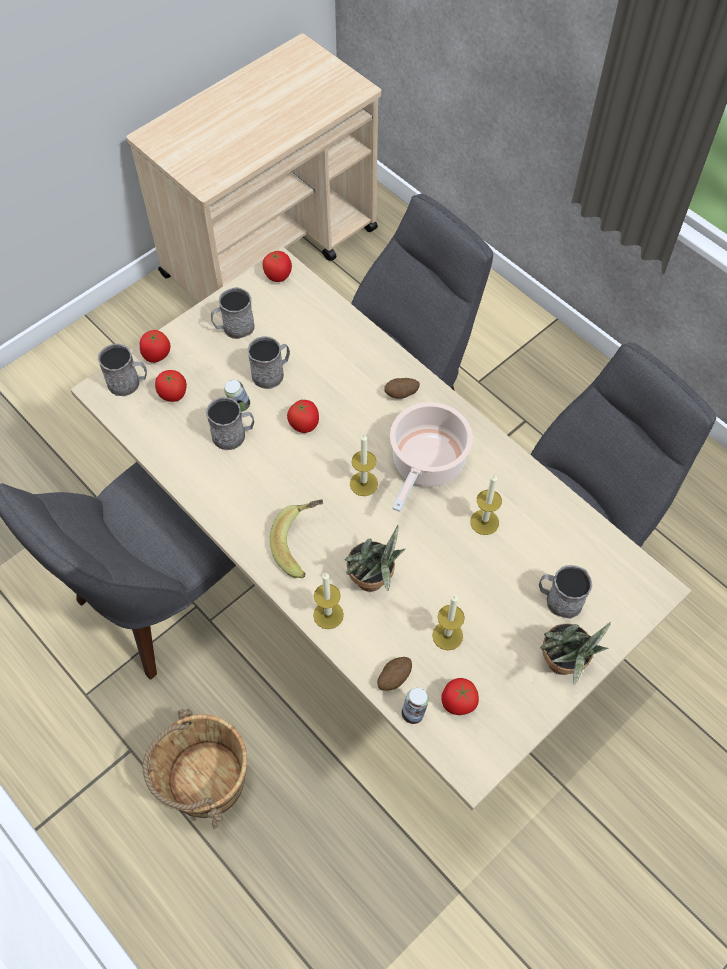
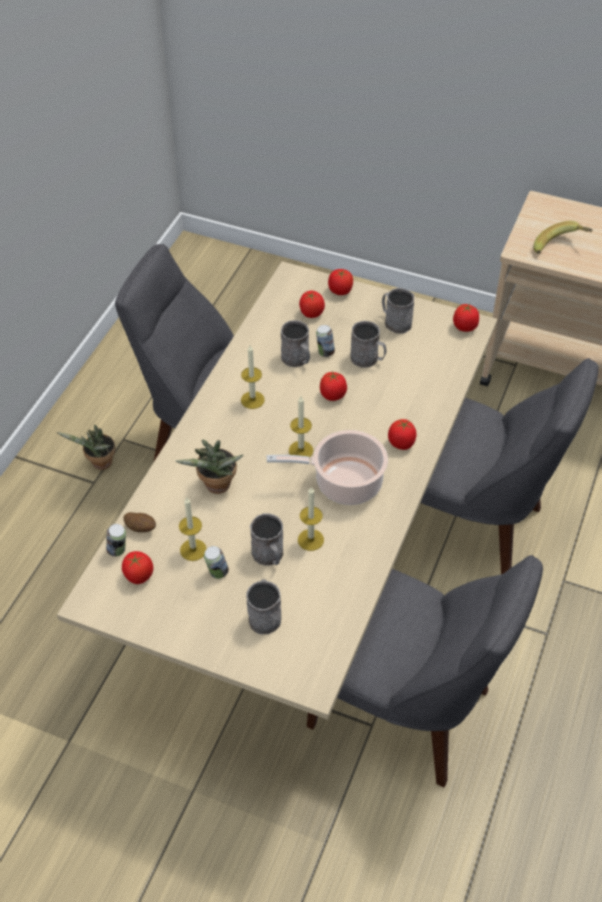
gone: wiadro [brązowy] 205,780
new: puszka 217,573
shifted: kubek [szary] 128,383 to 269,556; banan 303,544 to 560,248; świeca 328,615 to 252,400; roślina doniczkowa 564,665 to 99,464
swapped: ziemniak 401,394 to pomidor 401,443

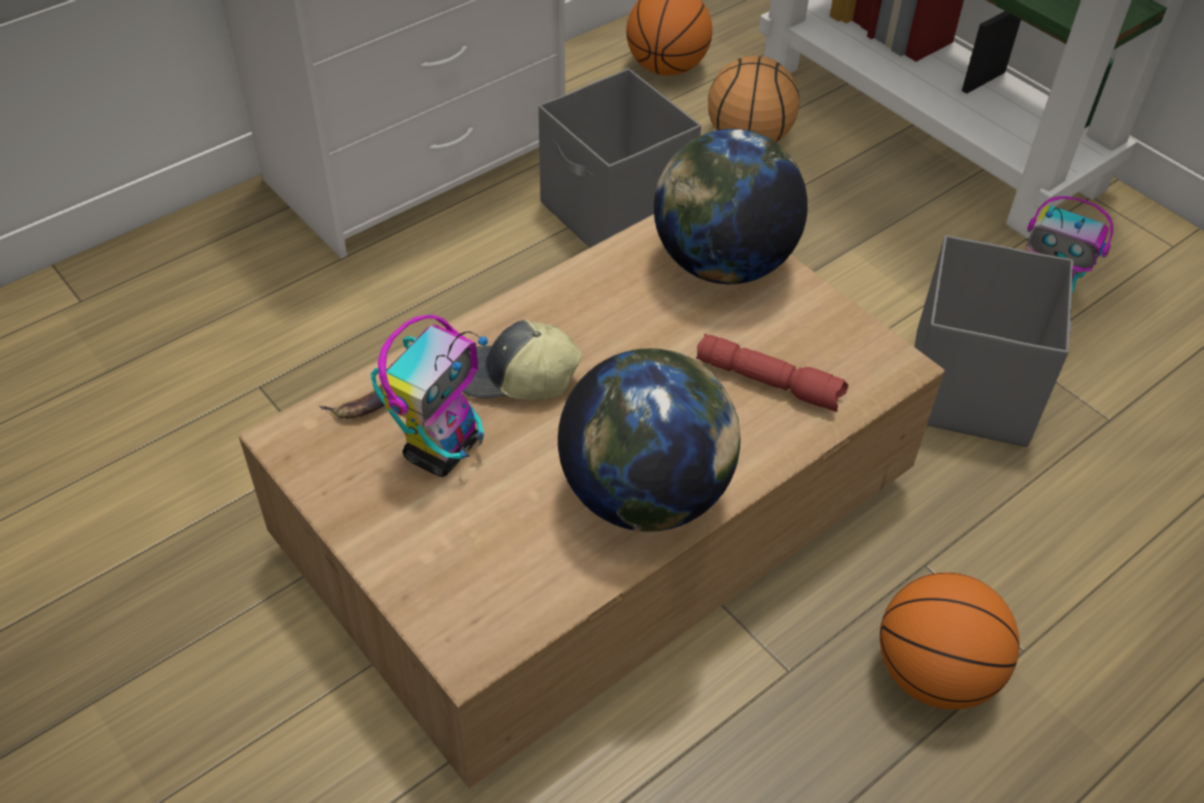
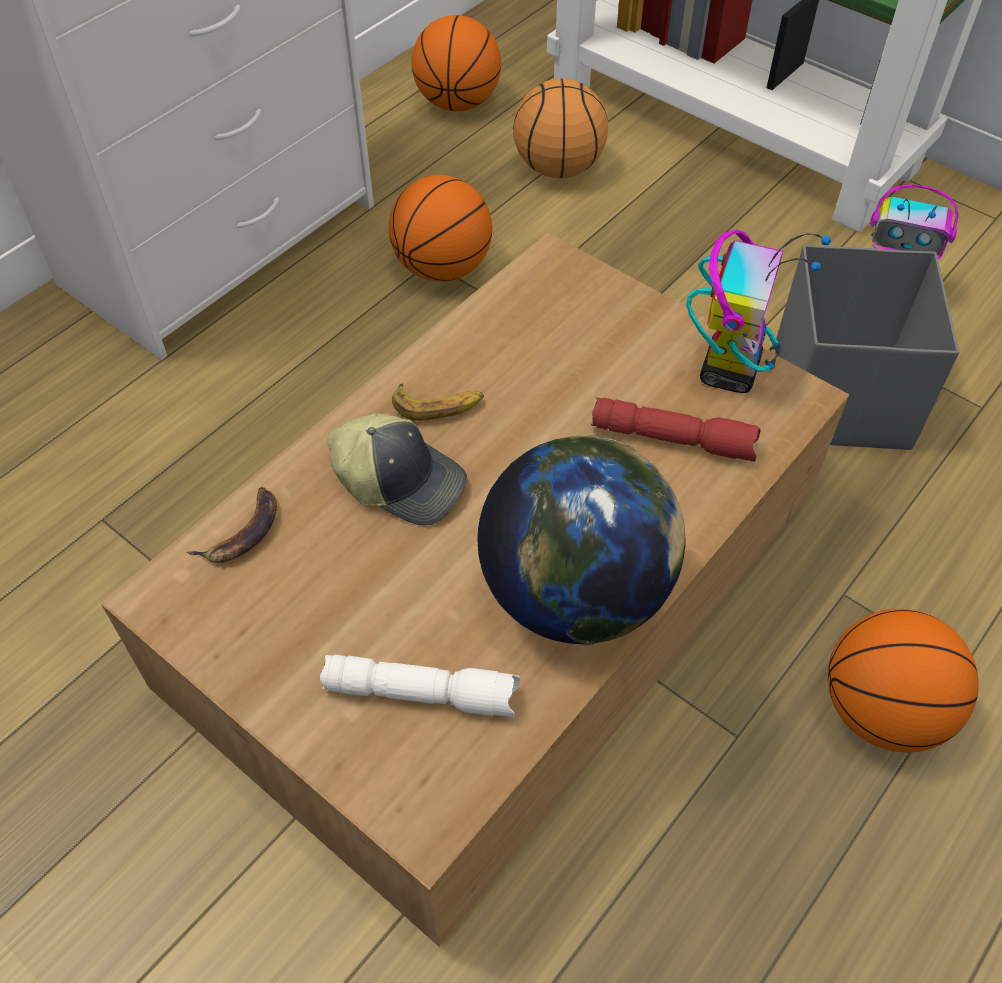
gone: globus 722,265
new: banan 438,406; latarka [biały] 423,692
shifted: robot zabawkowy 442,449 to 729,368
swapped: pojemnik do przechowywania [szary] 616,215 to piłka do koszykówki 442,268
rotated: czapka z daszkiem 515,378 = 400,480 150 degrees counterclockwise

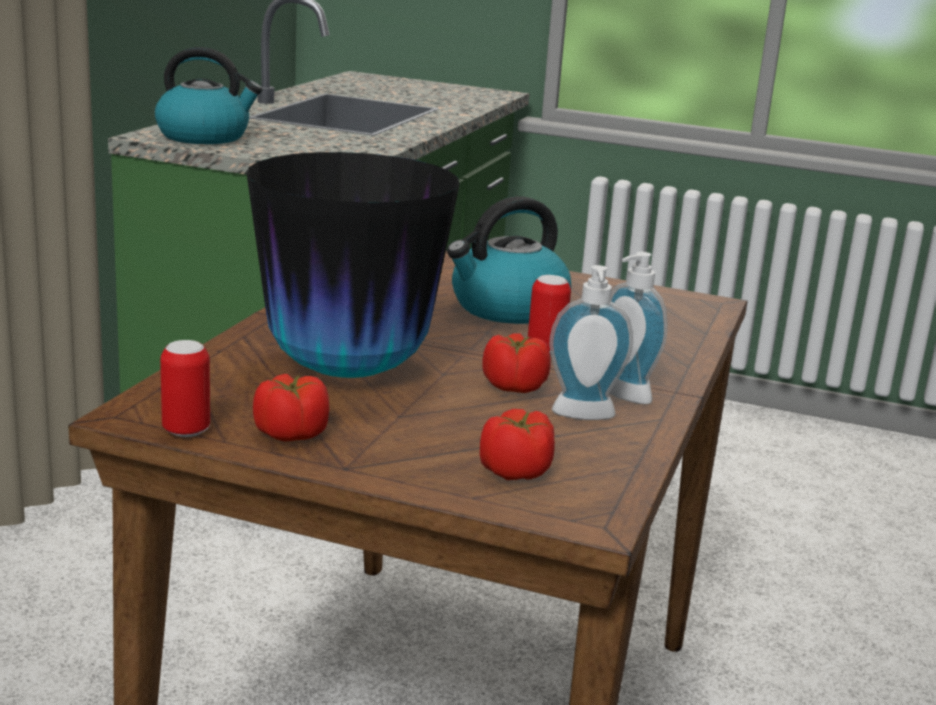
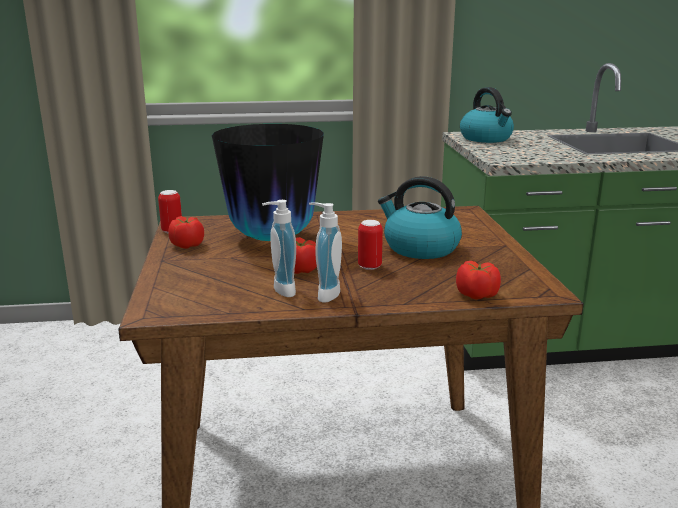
shifted: pomidor 516,472 to 477,295

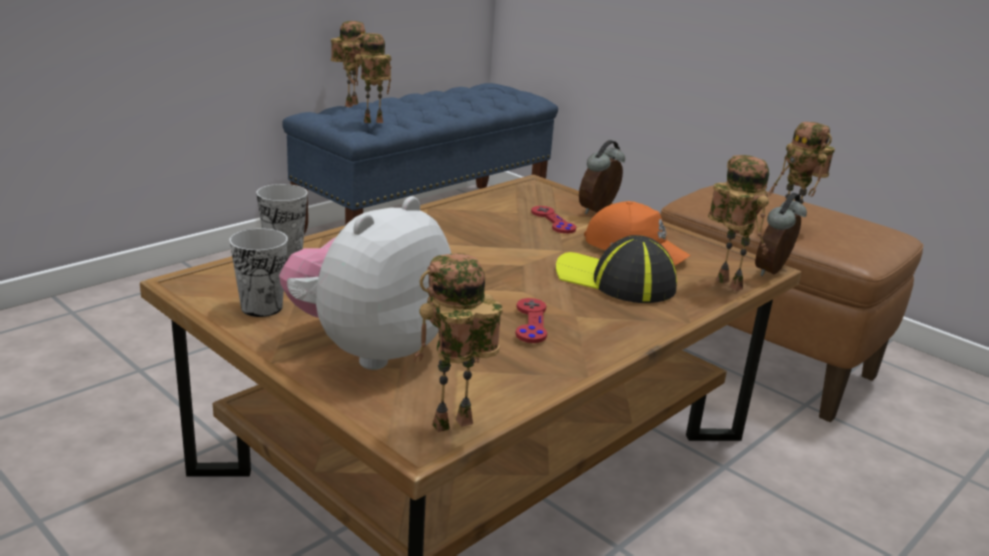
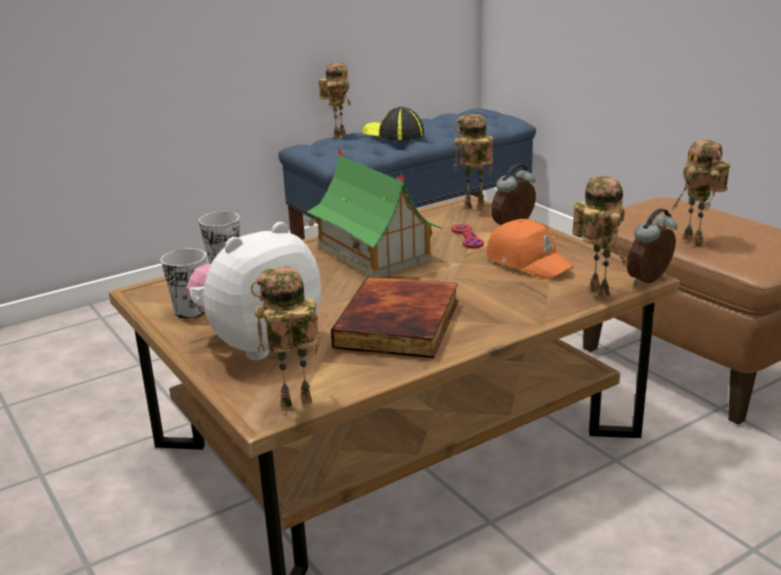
new: domek 373,252
shifted: robot zabawkowy 372,122 to 473,207; czapka z daszkiem 615,281 to 393,134
swapped: pad do gier [czerwony] 531,322 to książka 400,324

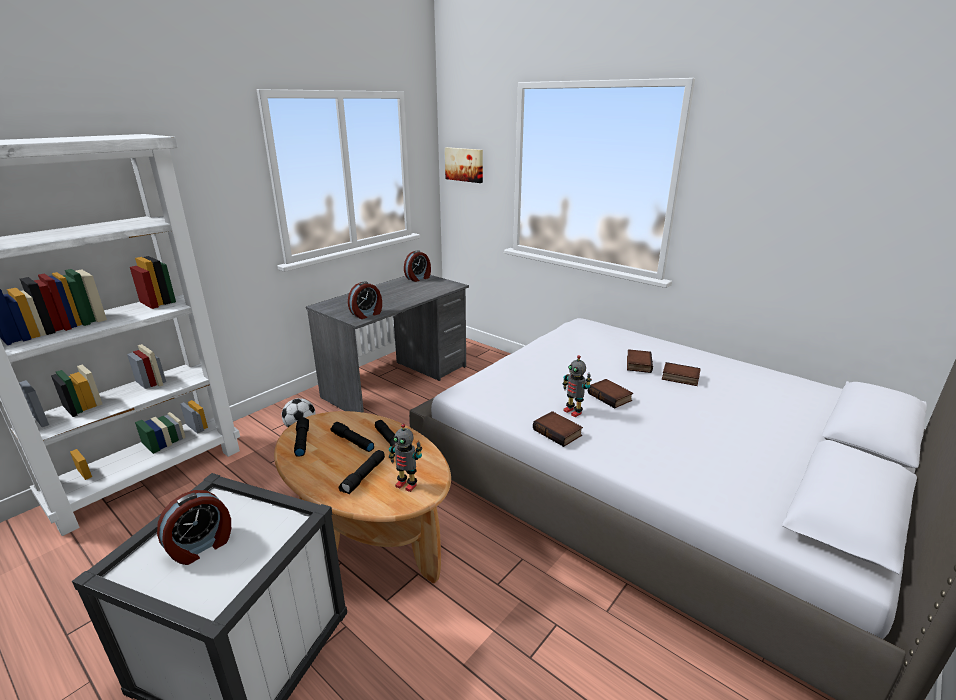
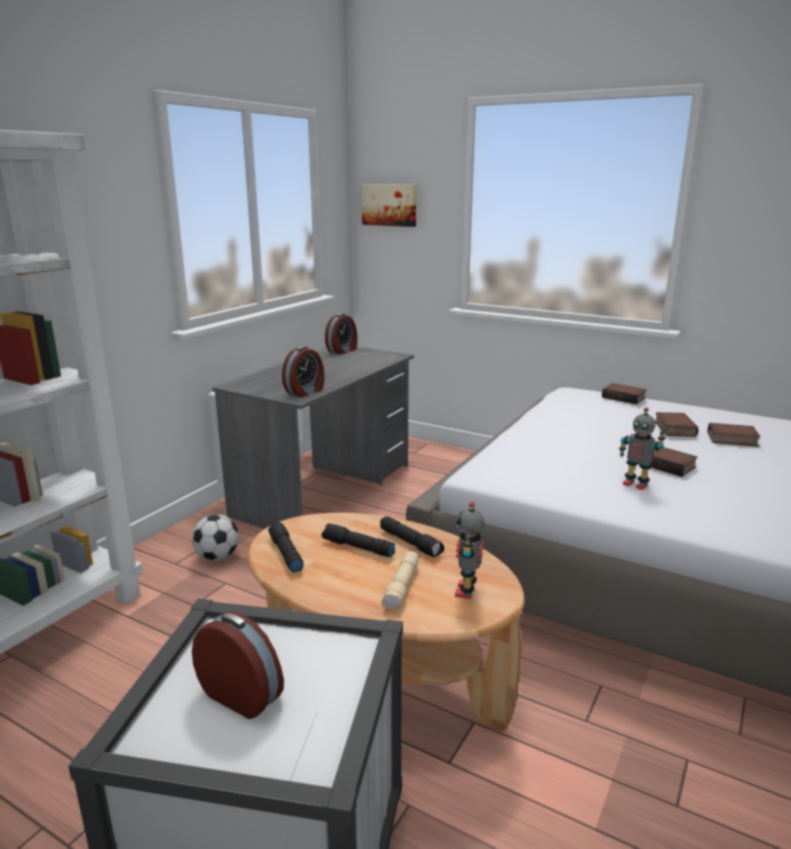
shifted: książka 558,432 to 624,397
repainted: latarka [czarny] 364,477 to latarka [beżowy] 402,588
rotated: robot zabawkowy 407,484 = 467,591 90 degrees clockwise; budzik 201,546 = 242,694 90 degrees counterclockwise

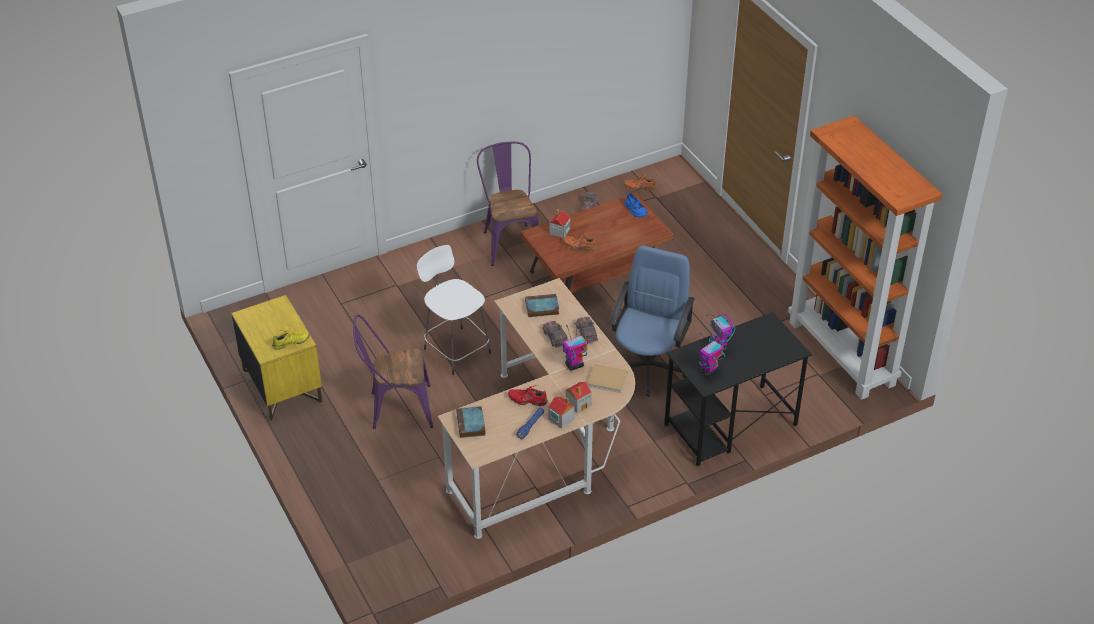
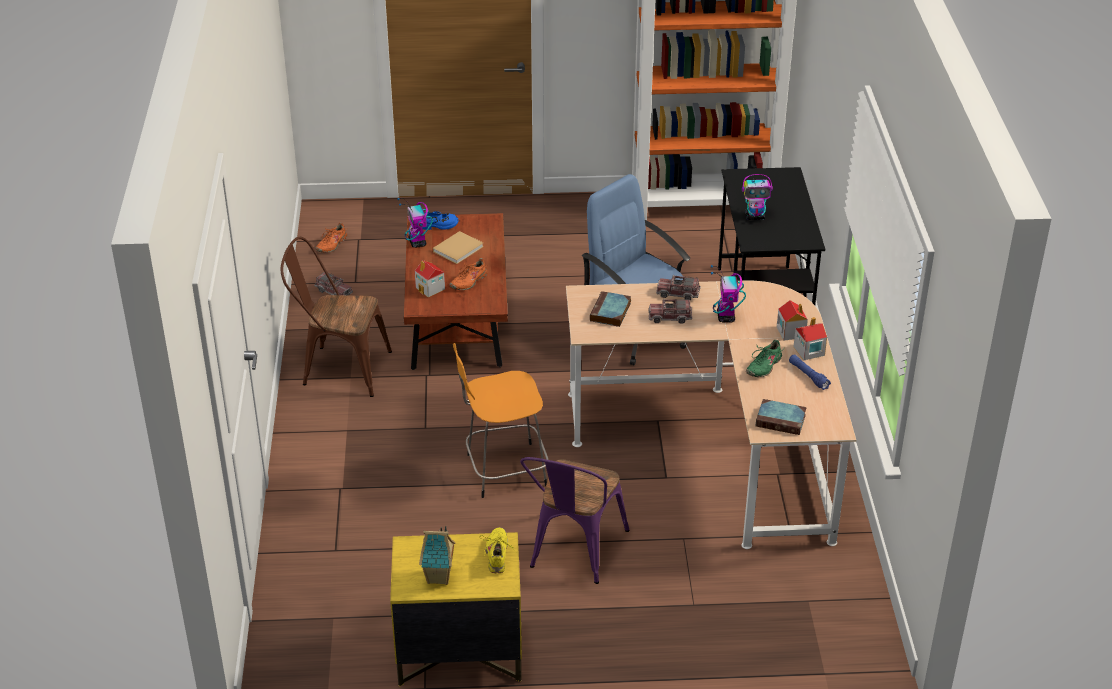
new: domek 439,577
shifted: robot zabawkowy 708,371 to 417,243; książka [beżowy] 608,380 to 459,248
repainted: krzesło [fioletowy] 510,241 to krzesło [brązowy] 339,368; stołek [biały] 456,349 to stołek [pomarańczowy] 503,470; but [czerwony] 527,400 to but [zielony] 763,366

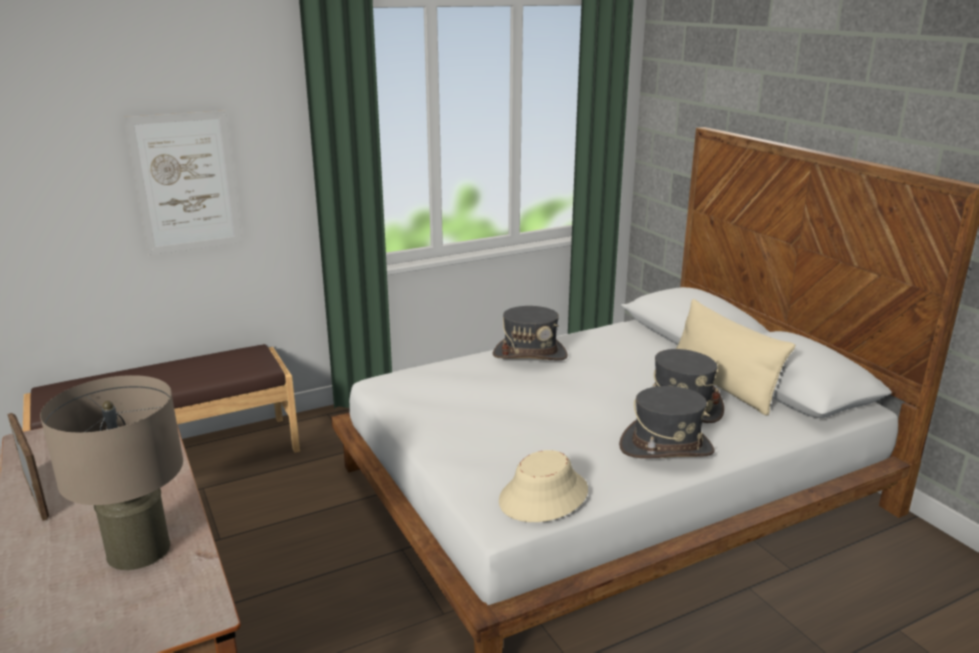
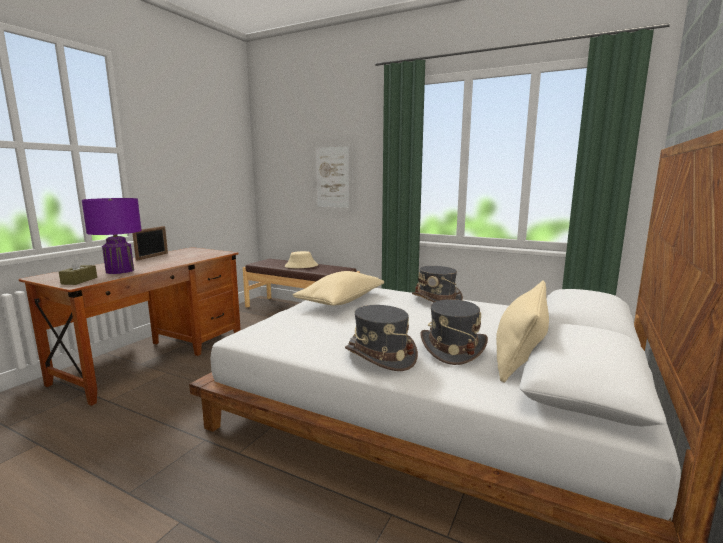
new: pudełko chusteczek [brązowy] 79,281; poduszka [beżowy] 341,301
shifted: kapelusz [beżowy] 544,496 to 301,266
repainted: lampa stołowa [beżowy] 138,550 to lampa stołowa [fioletowy] 120,271

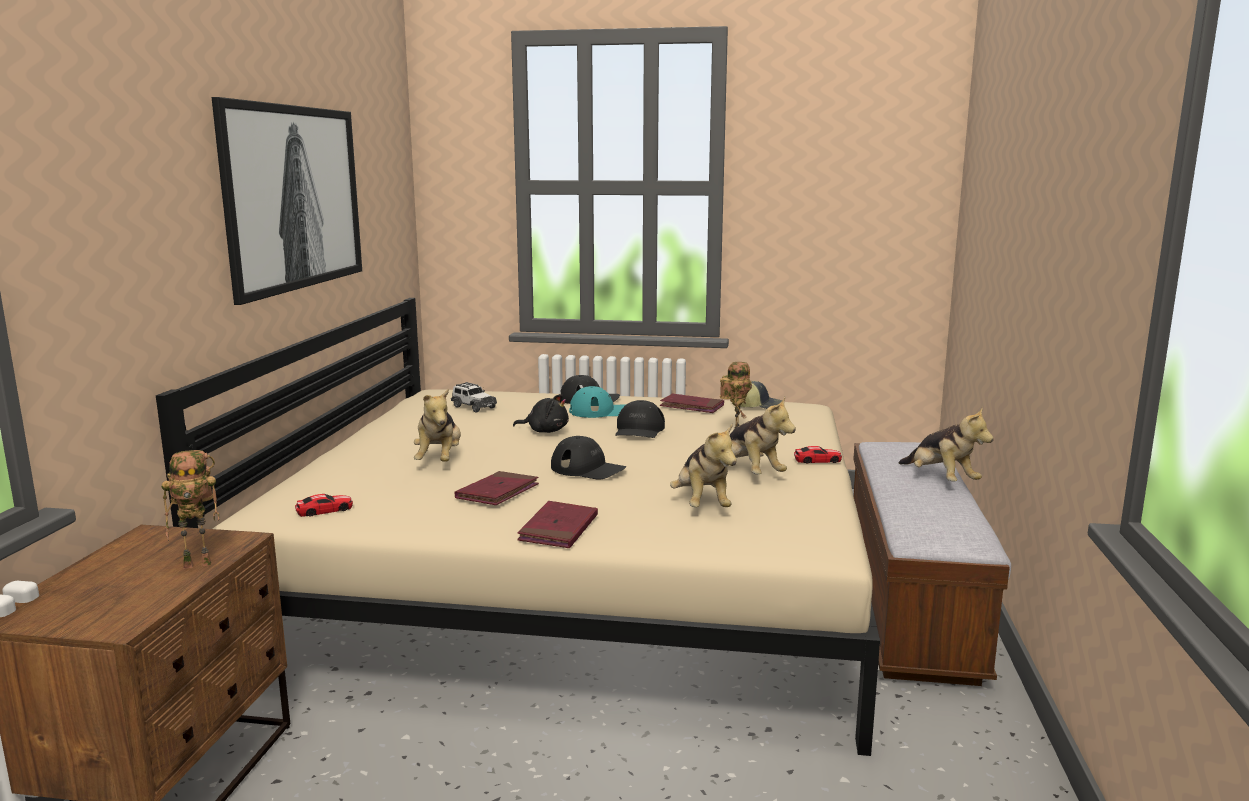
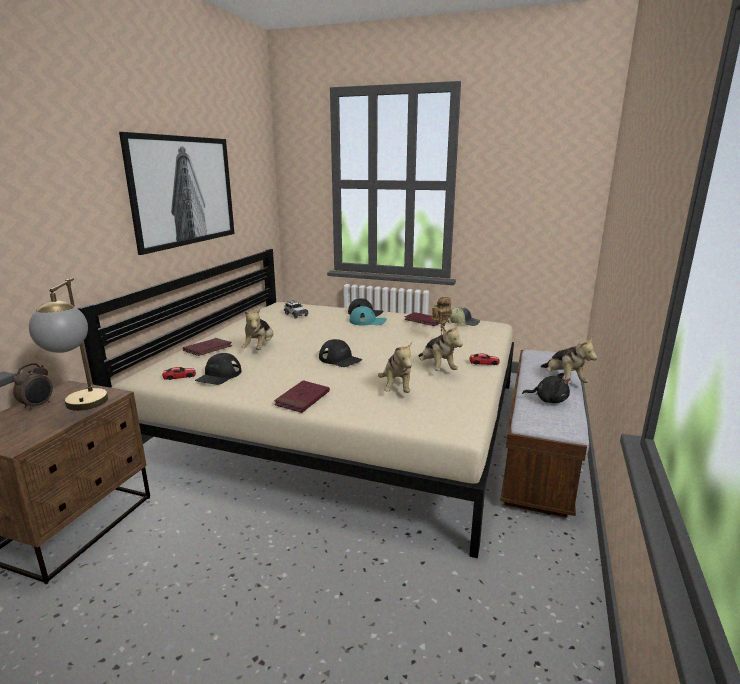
new: budzik 38,405
shifted: pluszak [czarny] 545,431 to 548,400; czapka z daszkiem [czarny] 639,430 to 219,375; książka [czerwony] 497,492 to 208,349
swapped: robot zabawkowy 199,563 to lampa stołowa 82,408

